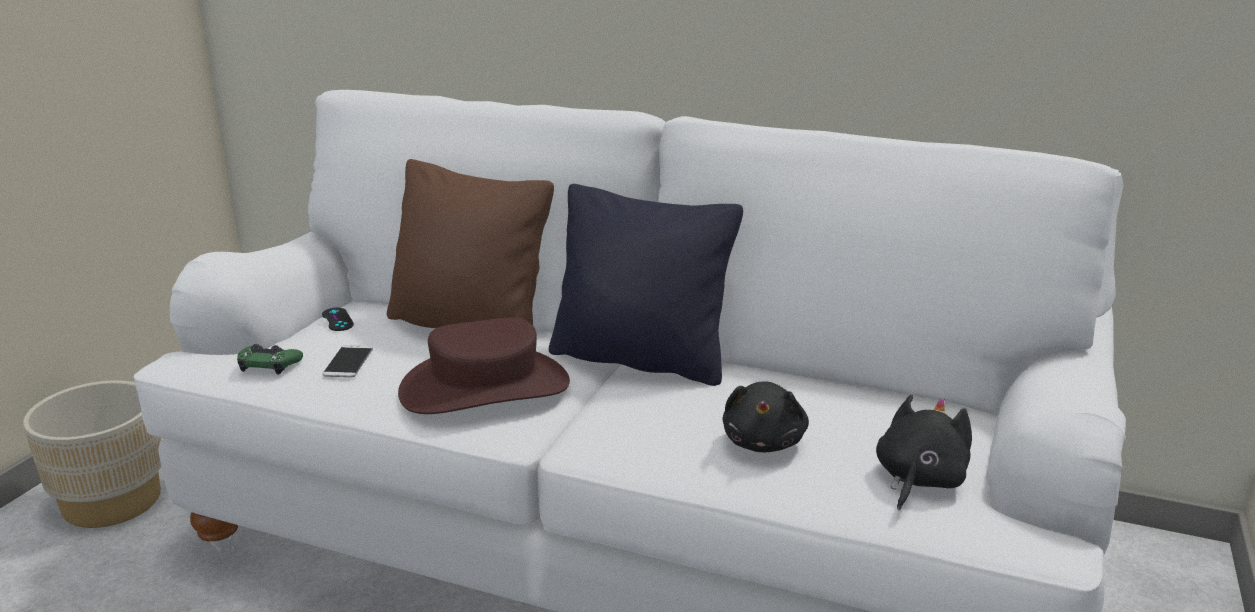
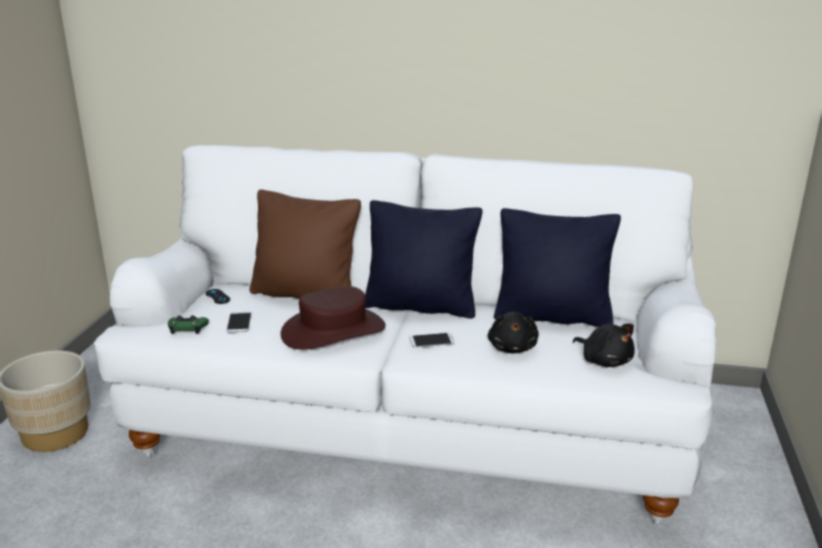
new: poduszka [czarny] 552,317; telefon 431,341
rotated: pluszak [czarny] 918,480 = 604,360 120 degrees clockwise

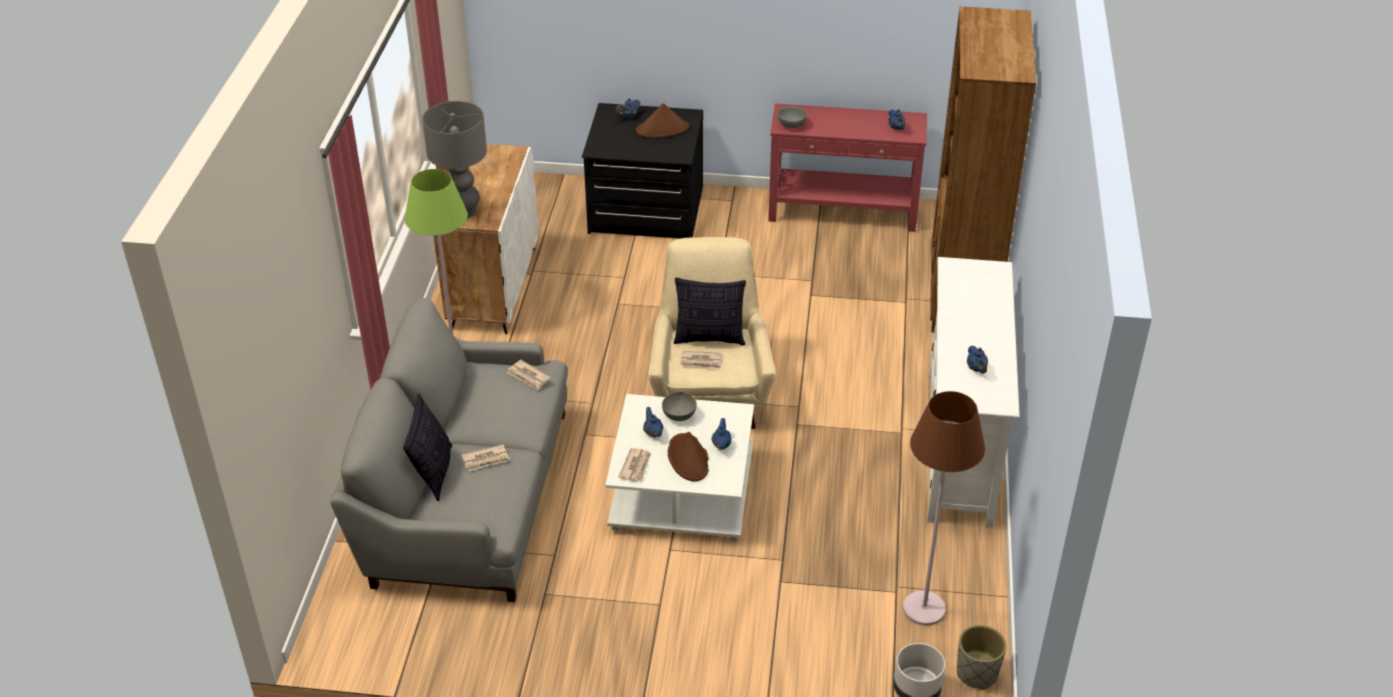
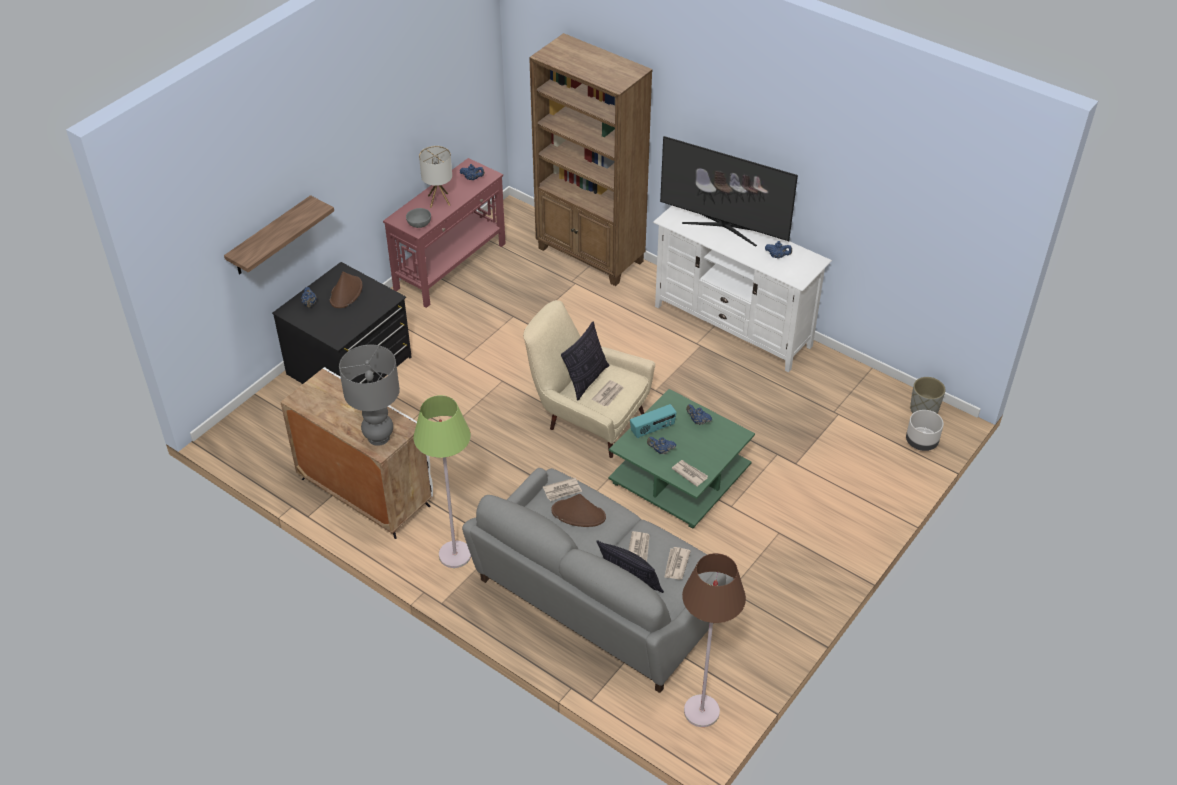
new: telewizor 723,227; lampa stołowa 438,200; półka 270,237; gazeta 676,564
shifted: lampa stojąca [brązowy] 924,609 to 702,711; kapelusz [brązowy] 688,458 to 579,514
swapped: miska [szary] 680,415 to radio 652,429
repainted: ława [biały] 680,490 to ława [zielony] 678,477

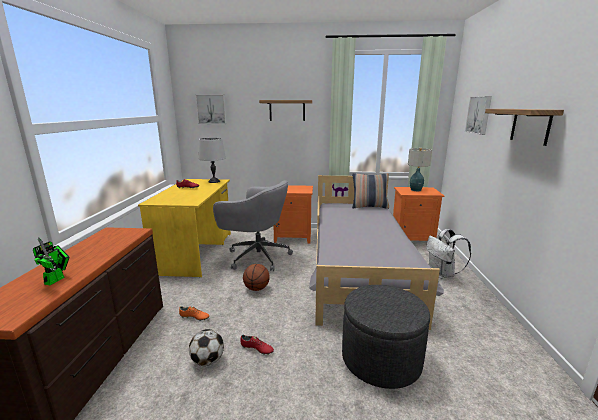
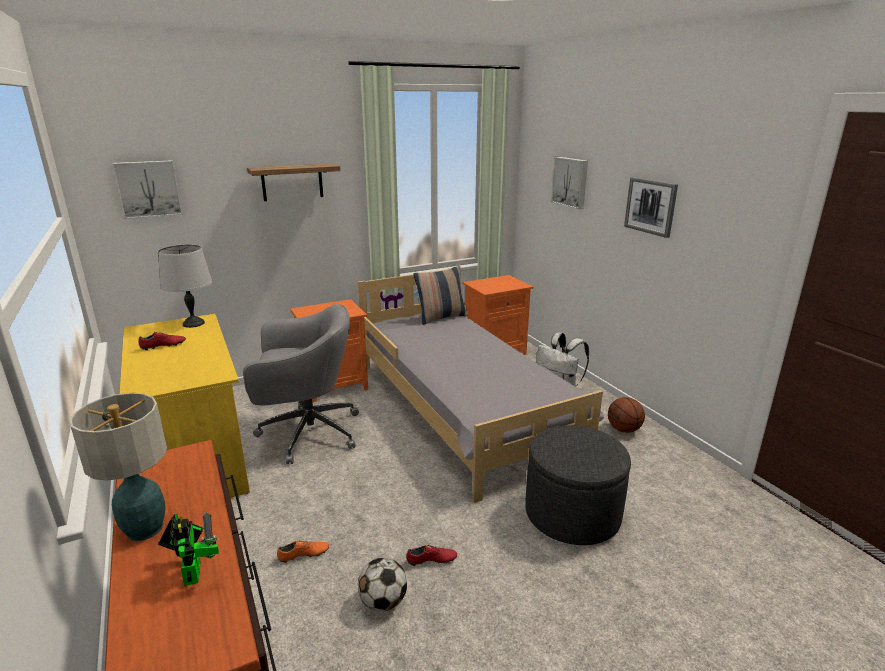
shifted: lampa stołowa 415,190 to 144,529; piłka do koszykówki 256,288 to 624,430
swapped: półka 530,126 to obraz 651,206

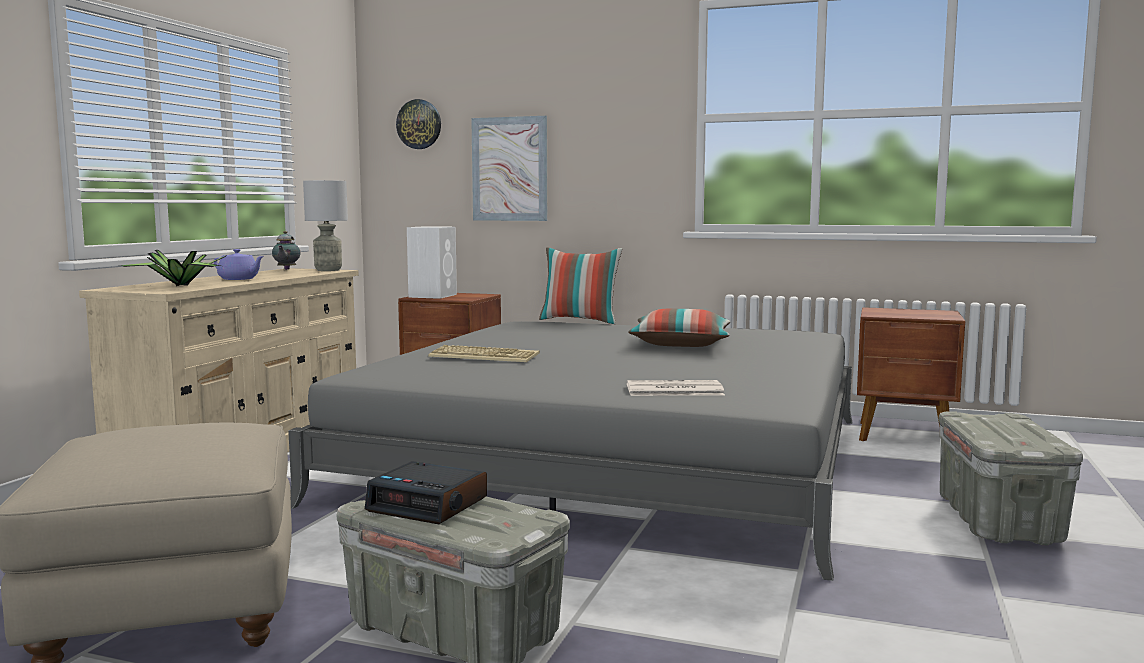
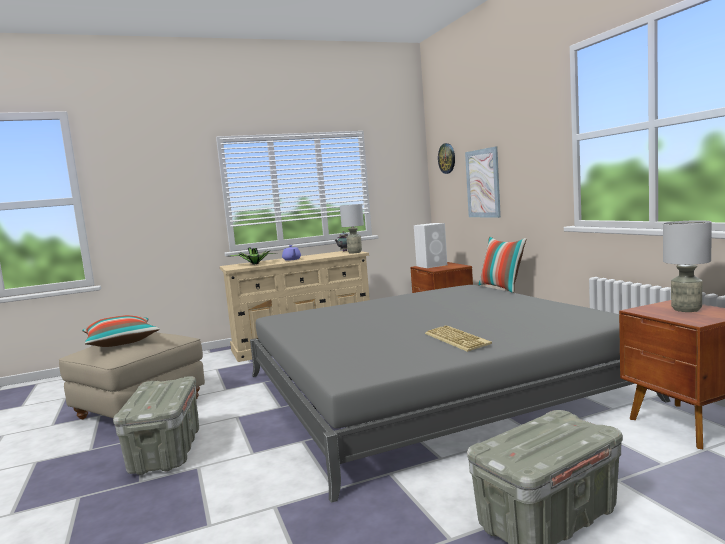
gone: gazeta 673,390; budzik 429,504
new: lampa stołowa [szary] 686,309
shifted: poduszka 680,344 to 121,342; klawiatura 485,356 to 458,339

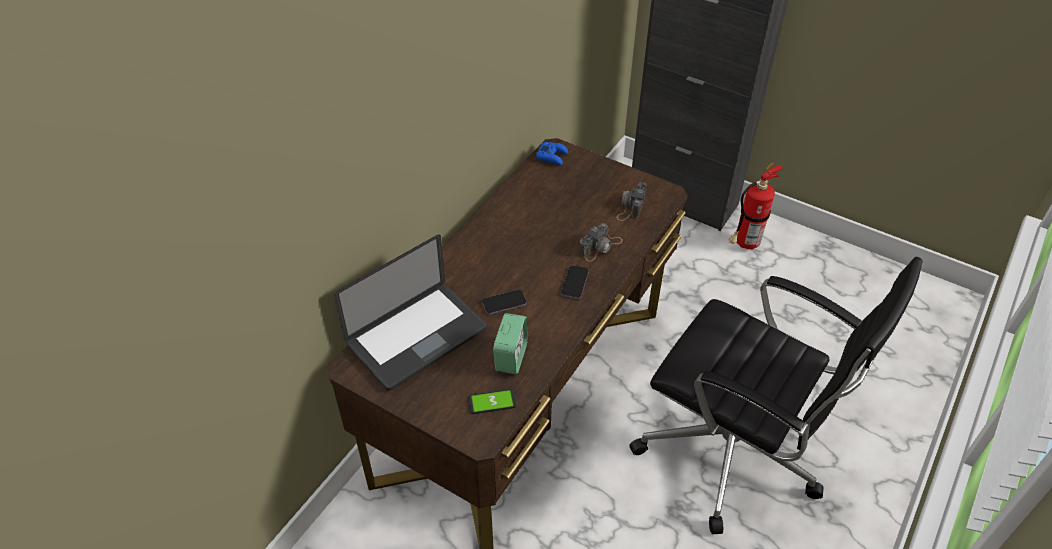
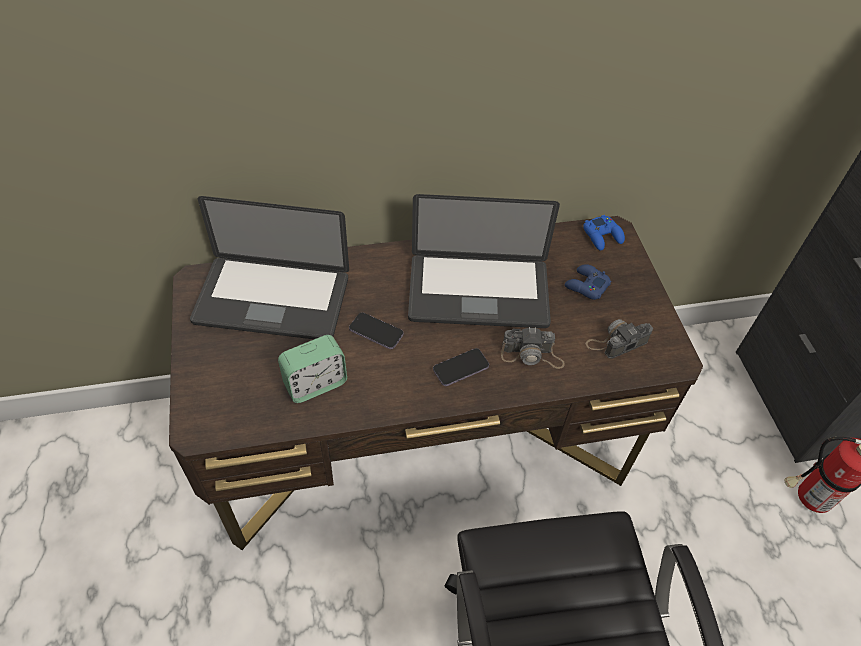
gone: telefon 492,402
new: laptop 478,292; pad do gier [niebieski] 586,286

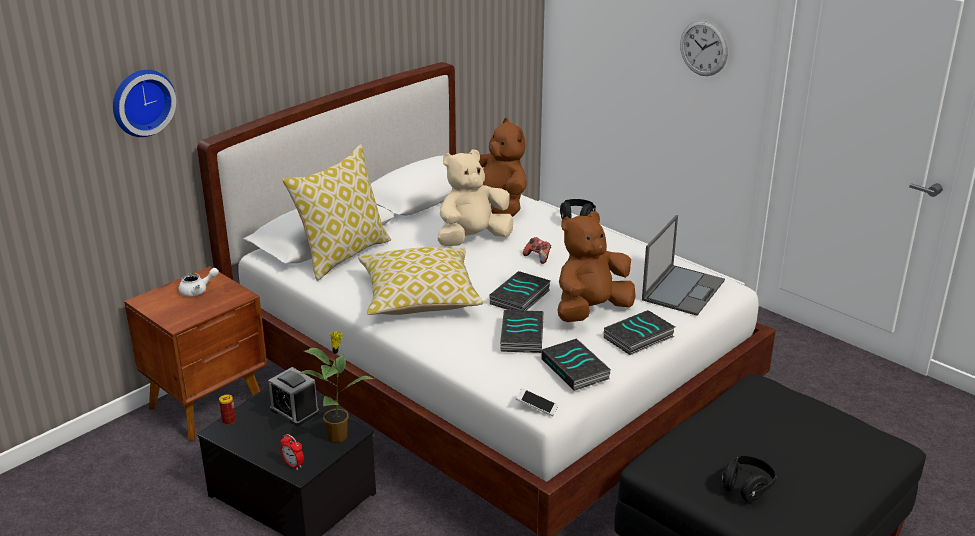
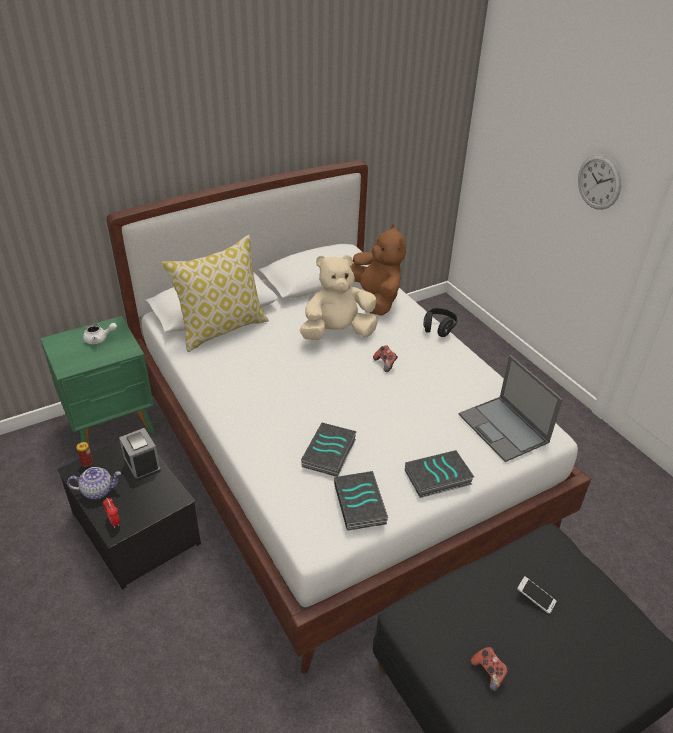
gone: zegar ścienny 141,102; pluszak [brązowy] 591,311; poduszka 419,297; książka 521,297; roślina doniczkowa 338,436
new: imbryk 98,490
shifted: telefon 536,407 to 535,598
swapped: słuchawki [czarny] 746,488 to pad do gier 489,672
repainted: szafka nocna [brązowy] 209,406 to szafka nocna [zielony] 112,425
rotated: laptop 683,289 = 504,429 105 degrees clockwise

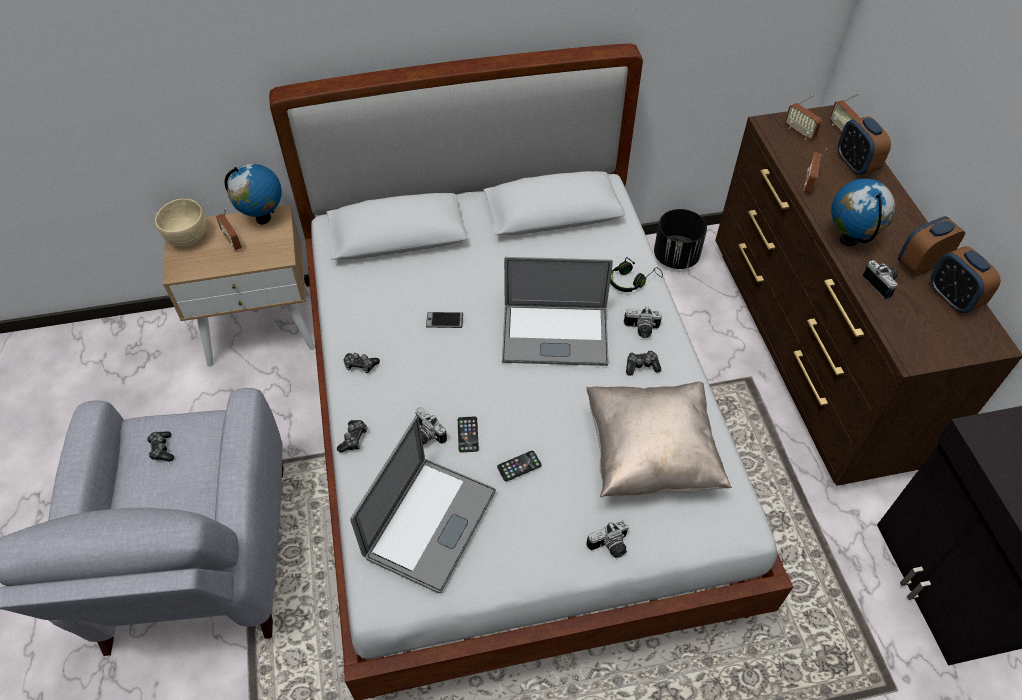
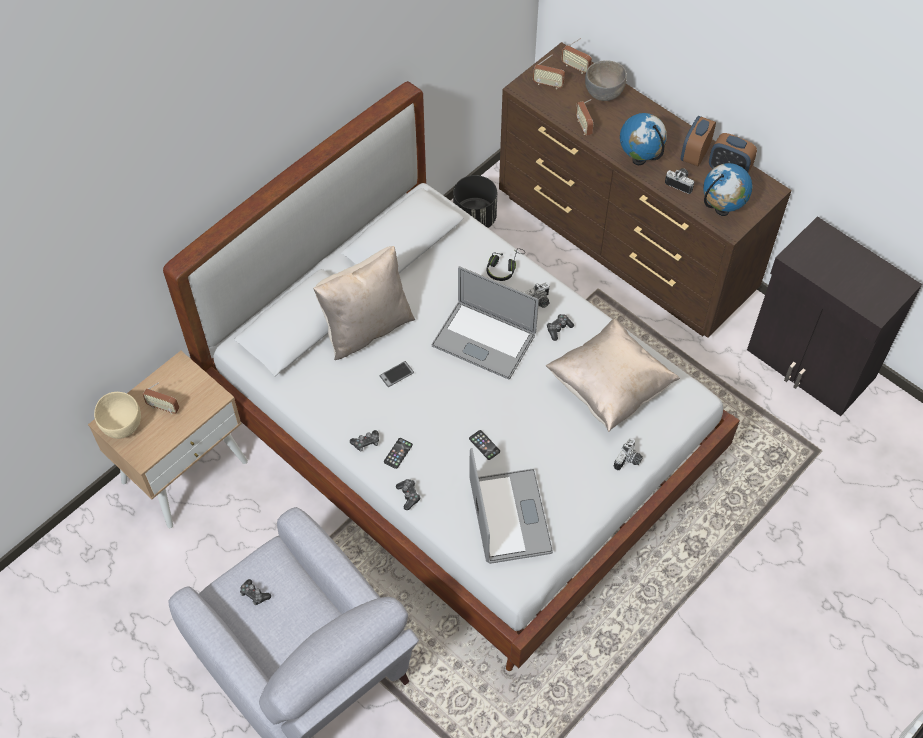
gone: aparat fotograficzny 426,435
new: poduszka [beżowy] 366,327
shifted: globus 263,218 to 722,210; telefon 519,466 to 398,453
swapped: budzik 855,164 to miska [szary] 604,94
rotated: laptop 555,335 = 484,340 60 degrees clockwise

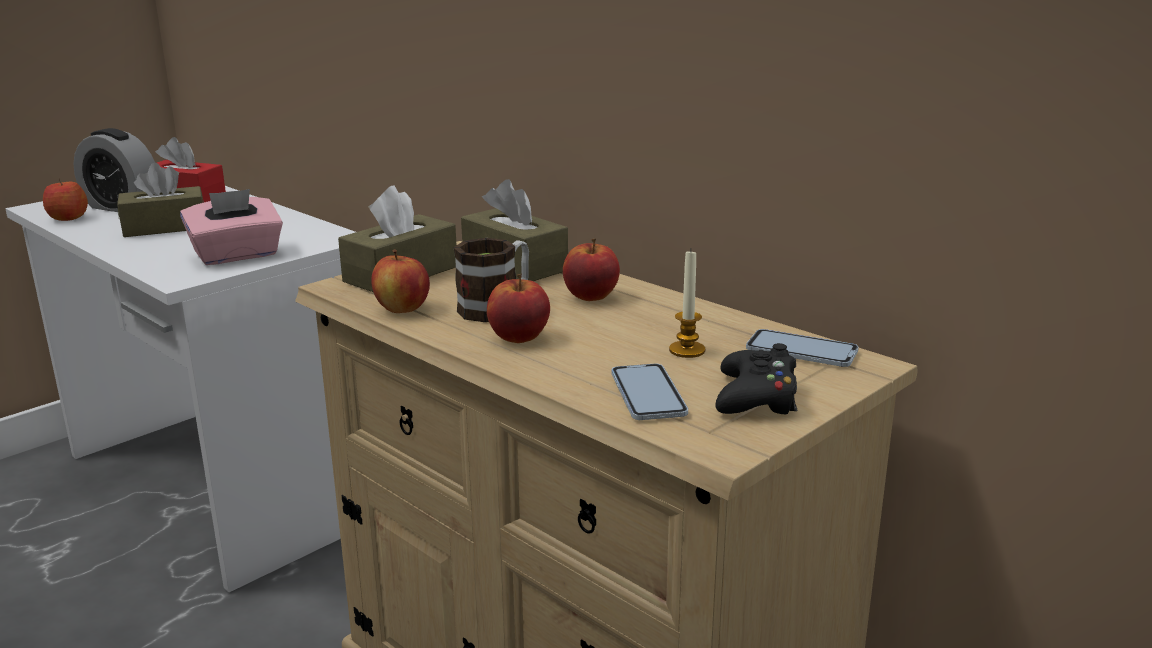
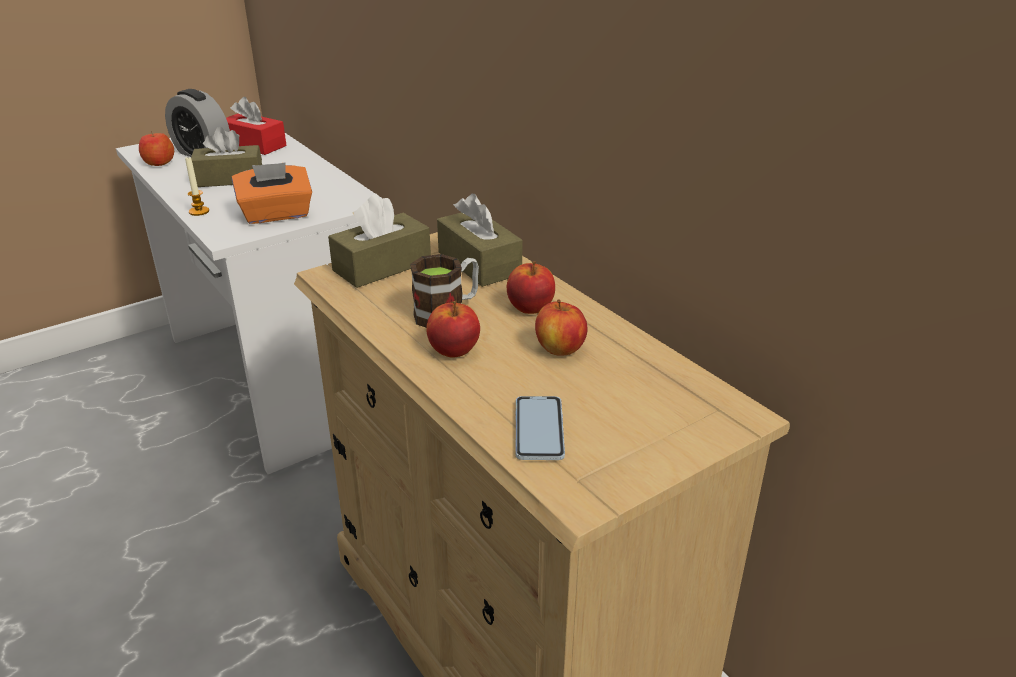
gone: telefon 801,351; pad do gier [czarny] 756,397
shifted: jabłko 402,309 to 560,349; świeca 687,350 to 199,211
repainted: pudełko chusteczek [różowy] 237,255 to pudełko chusteczek [pomarańczowy] 276,215

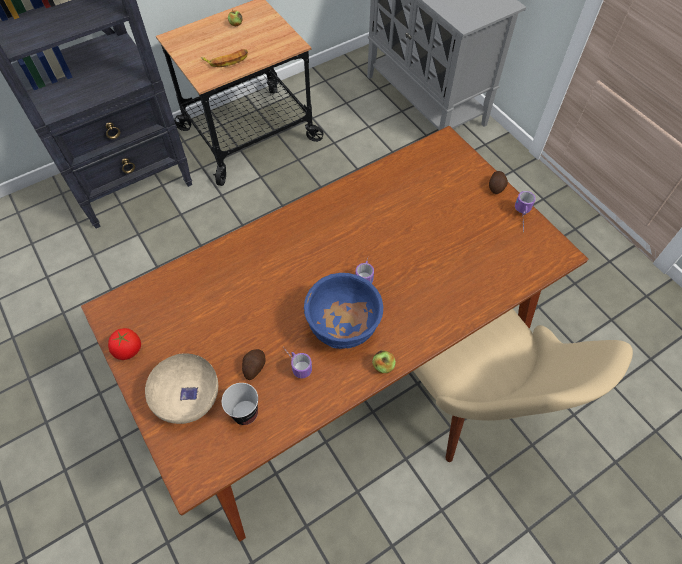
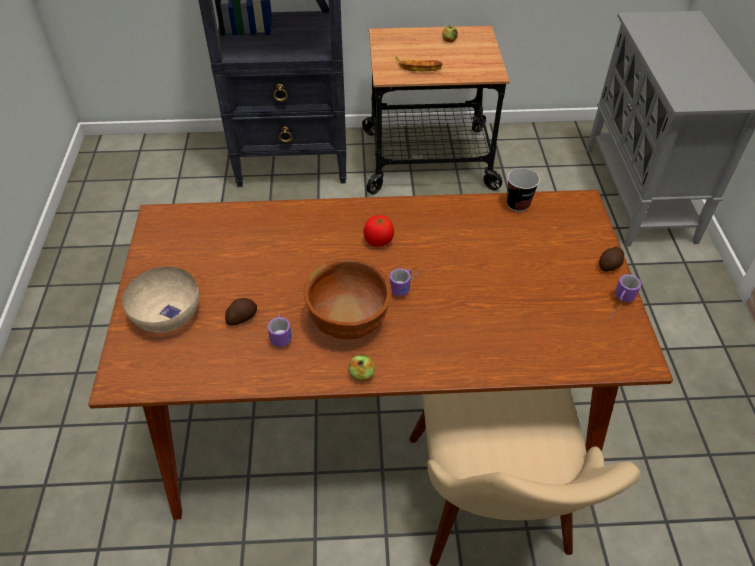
shifted: pomidor 128,350 to 378,241; filiżanka 245,413 to 518,204
repainted: miska [niebieski] 343,328 to miska [brązowy] 349,323

